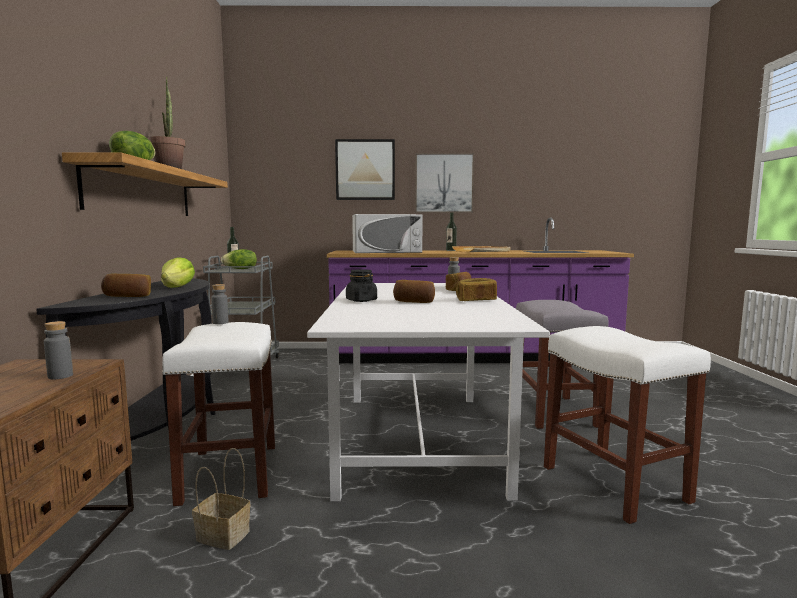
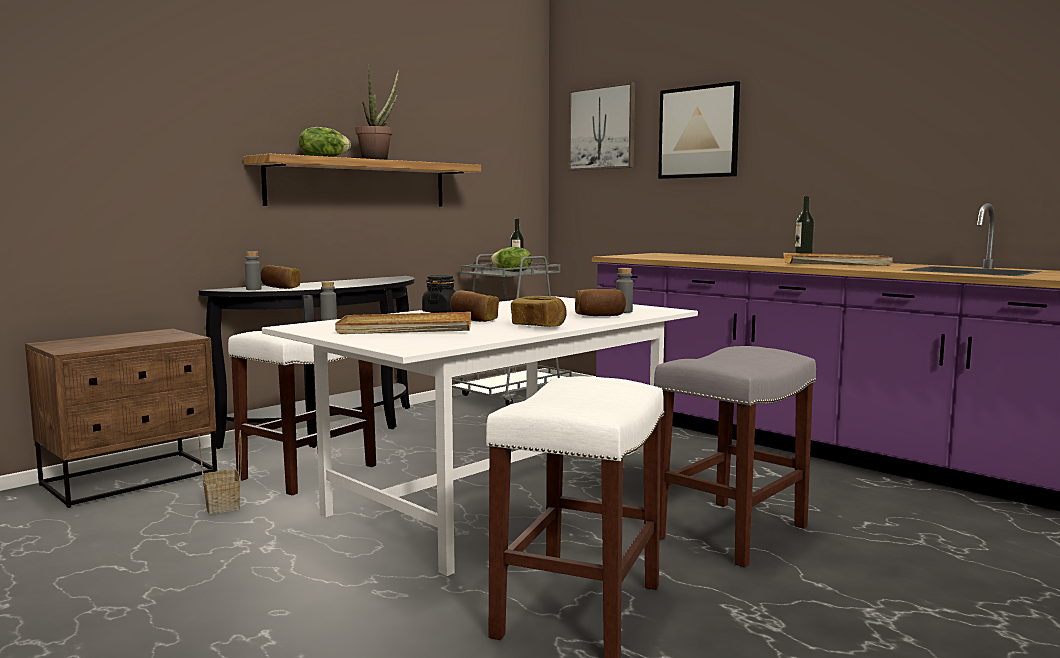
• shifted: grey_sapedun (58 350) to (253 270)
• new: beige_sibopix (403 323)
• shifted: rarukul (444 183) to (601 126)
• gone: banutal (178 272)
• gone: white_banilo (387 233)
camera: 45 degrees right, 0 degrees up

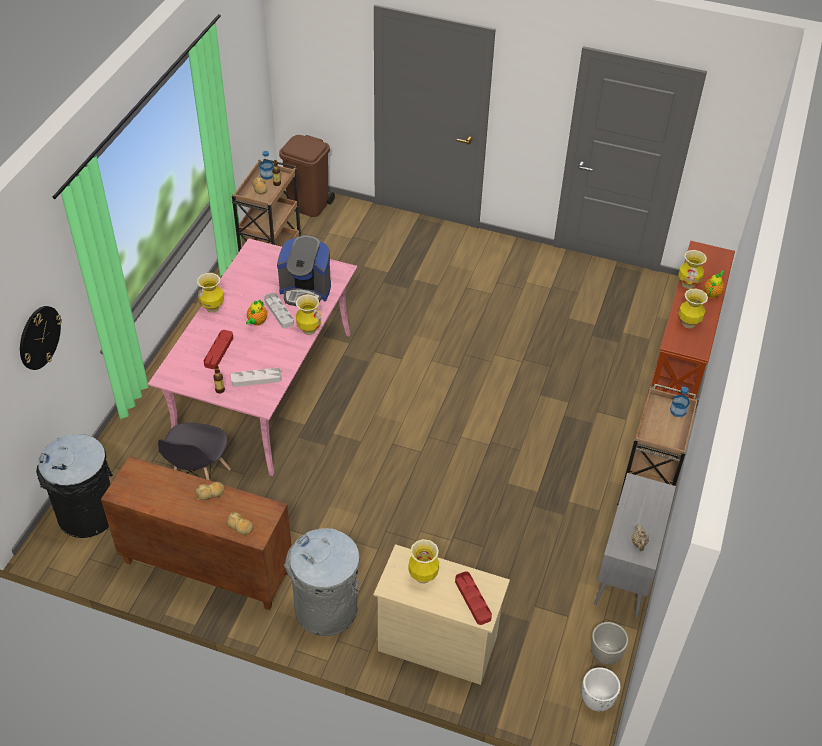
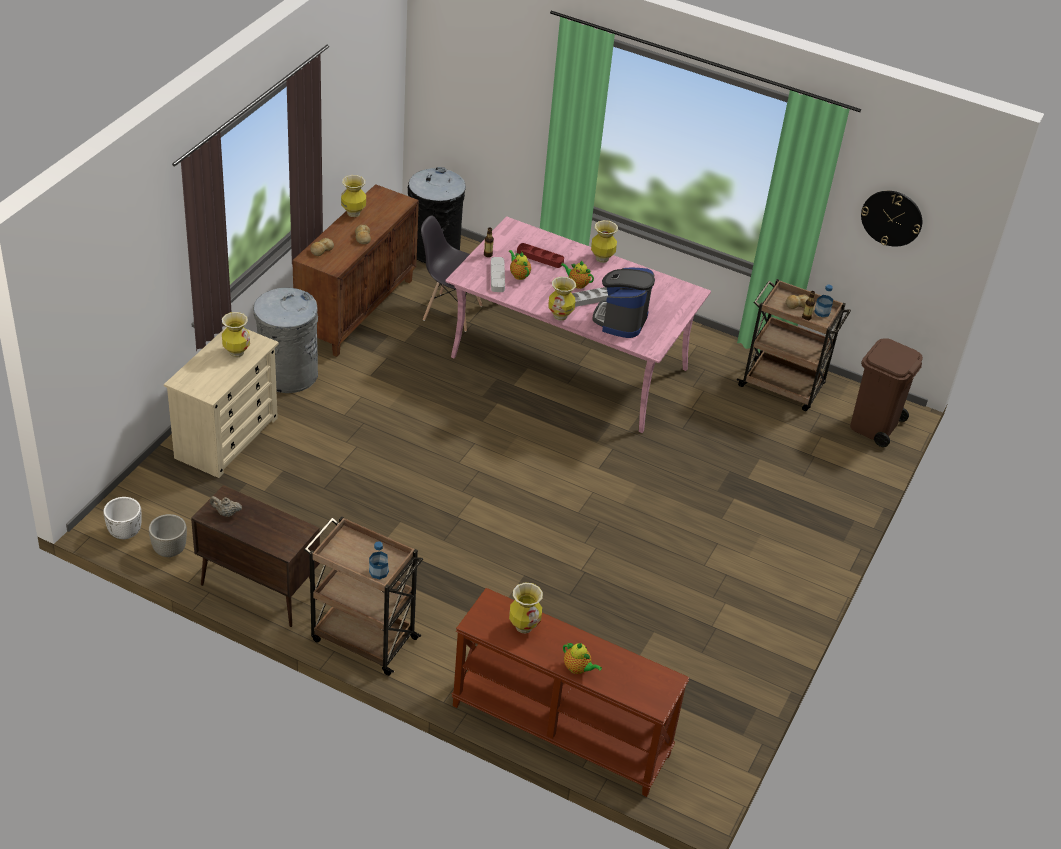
• repainted: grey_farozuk (635 545) to brown_farozuk (255 556)
• shifted: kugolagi (692 269) to (353 196)
• new: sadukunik (520 265)
• shifted: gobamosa (41 338) to (891 219)
• gone: red_sibopix (473 598)
camera: 95 degrees right, 5 degrees down

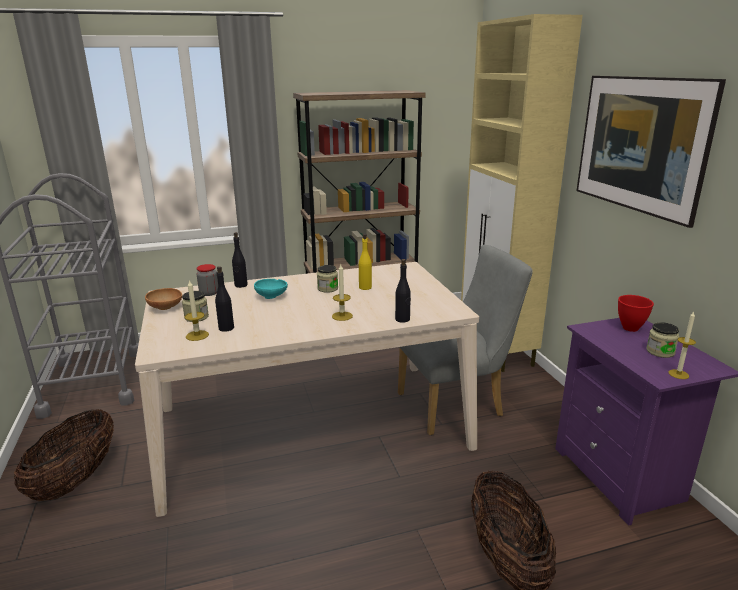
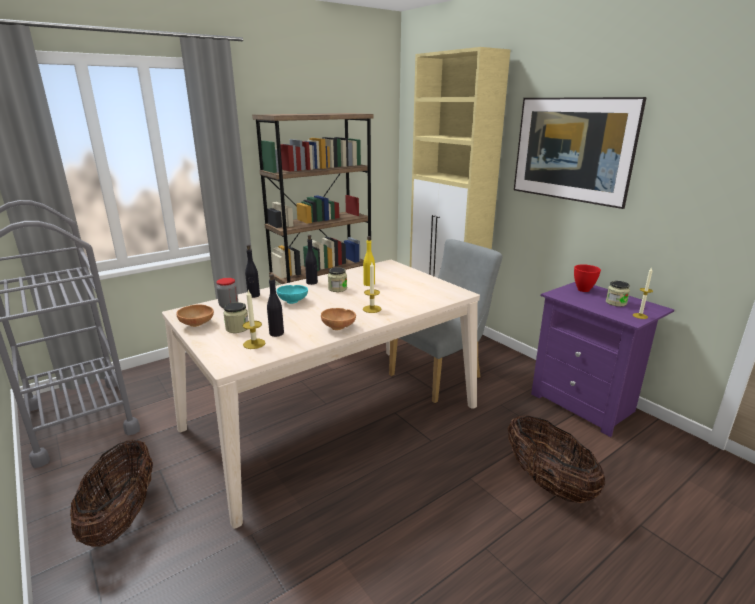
• shifted: black_sapedun (403 291) to (311 260)
• new: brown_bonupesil (338 319)
camera: 20 degrees left, 0 degrees up

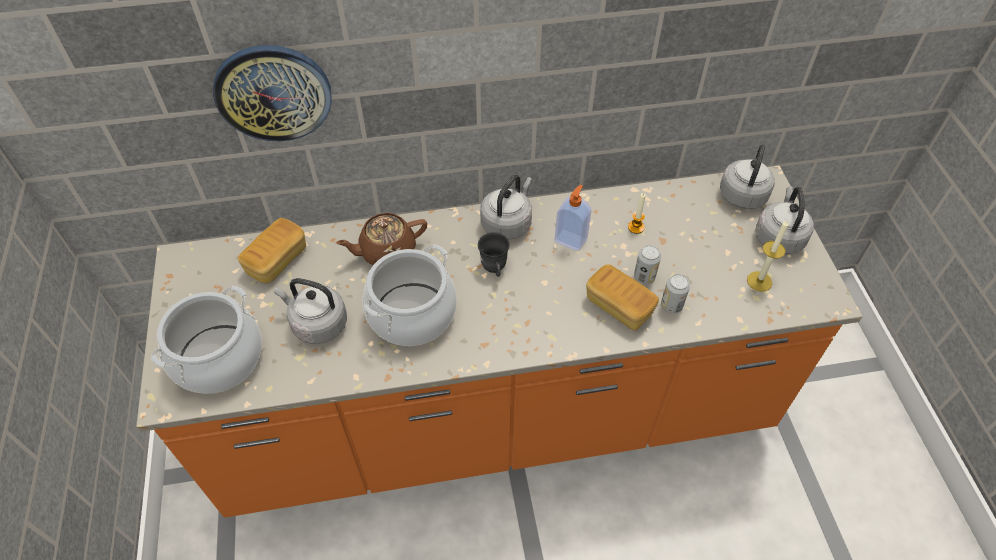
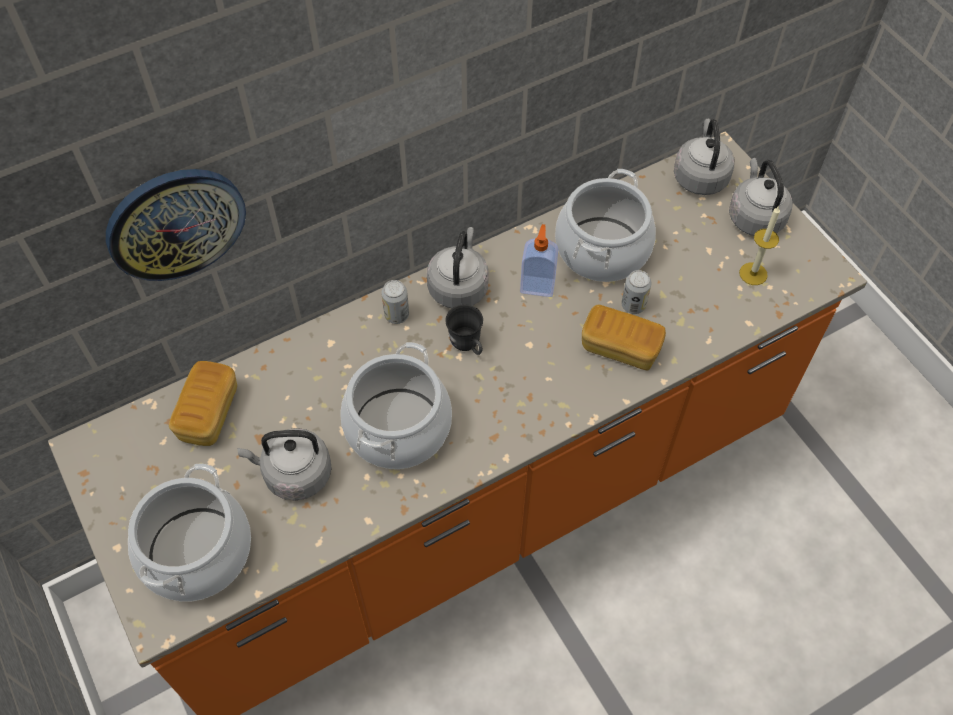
• shifted: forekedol (675 294) to (395 302)
• swapped: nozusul (637 213) to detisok (605 225)
• gone: brown_sadukunik (381 239)
camera: 20 degrees left, 5 degrees up

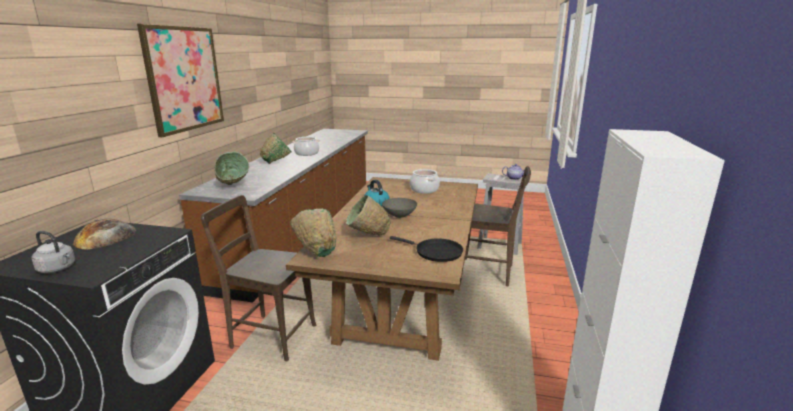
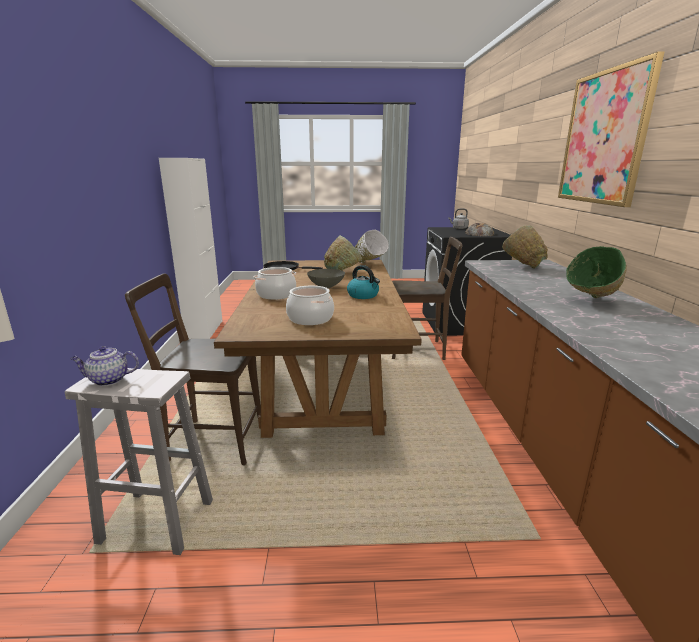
• shifted: detisok (306 146) to (275 283)
• repainted: green_bonupesil (313 233) to white_bonupesil (372 246)
camera: 165 degrees right, 0 degrees up

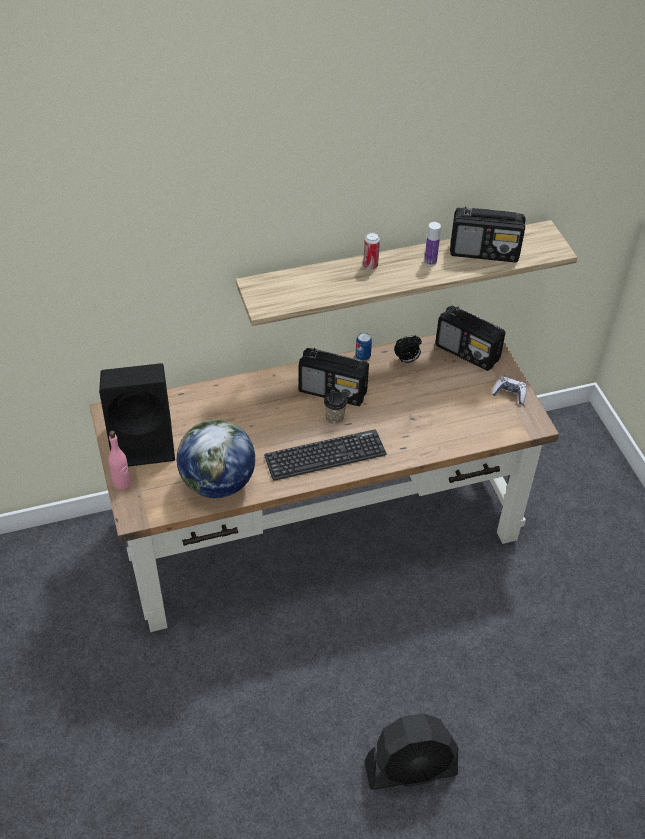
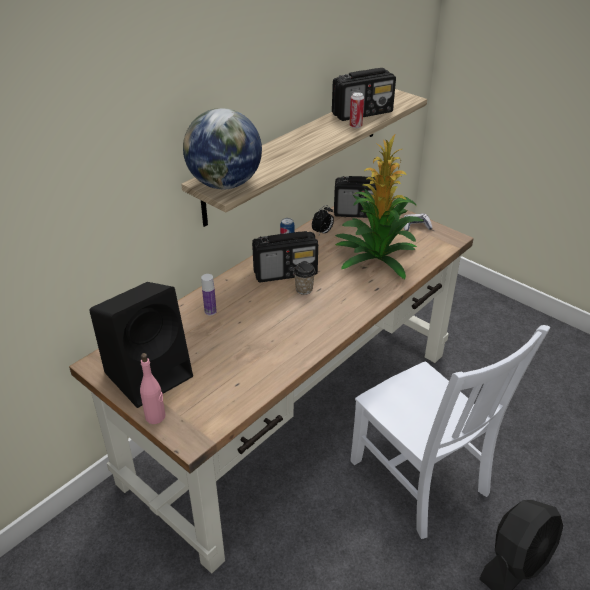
• shifted: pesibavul (216 458) to (222 148)
• shifted: sapedun (432 243) to (209 295)
• new: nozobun (379 207)
• shifted: forekedol (371 251) to (356 110)
• new: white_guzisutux (450 432)
• gone: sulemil (325 455)
camera: 30 degrees left, 10 degrees down

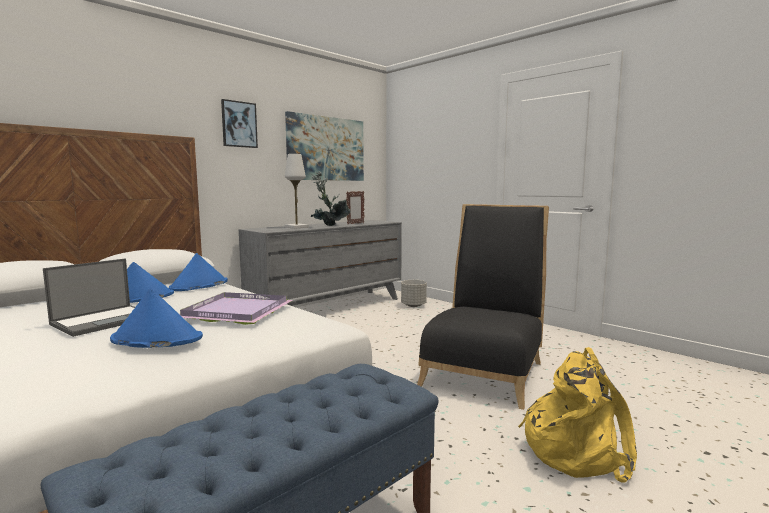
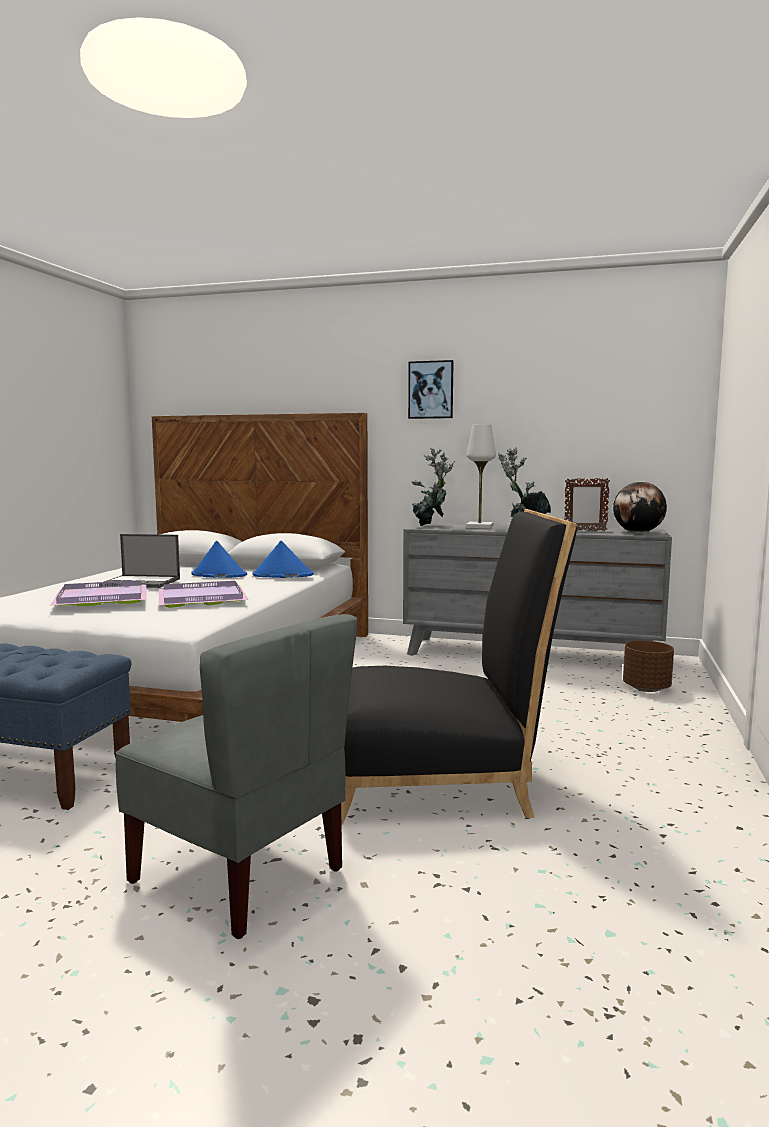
• swapped: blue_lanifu (156 318) to purple_sibopix (98 593)
• swapped: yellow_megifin (577 415) to grey_guzisutux (236 776)
• new: nozobun (433 486)
• new: pesibavul (640 507)
• repainted: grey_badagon (414 293) to brown_badagon (648 666)
• gone: rarukul (324 146)
camera: 60 degrees right, 0 degrees up

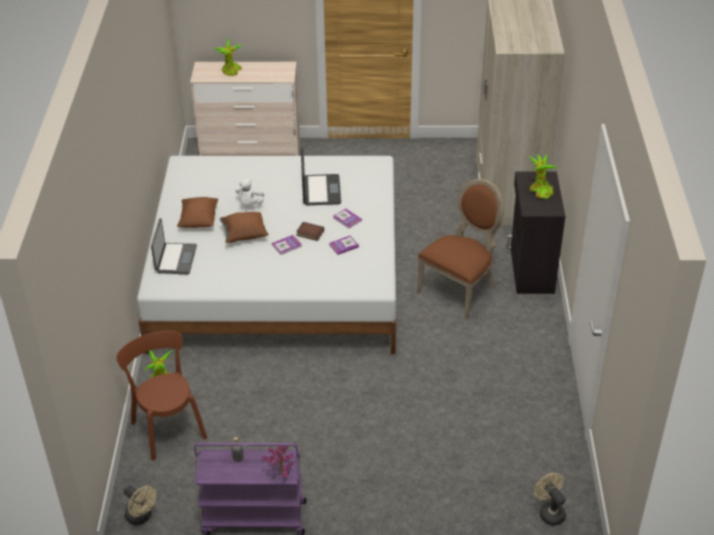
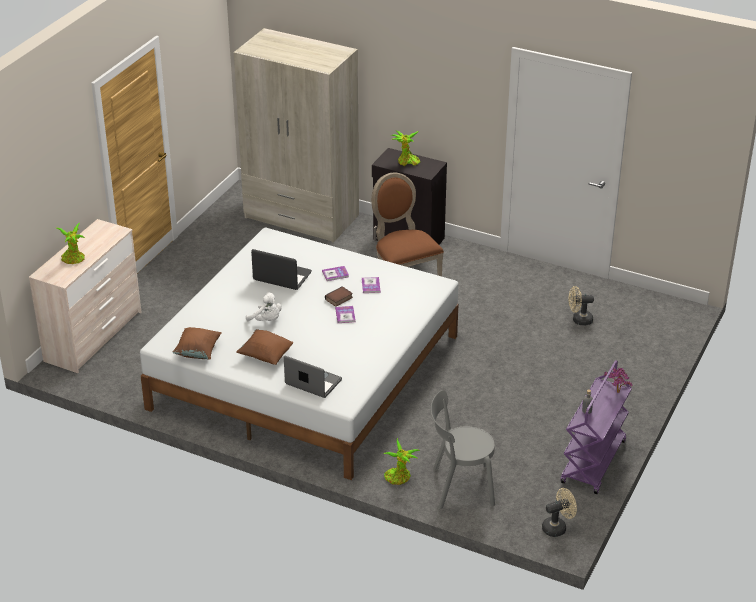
• shifted: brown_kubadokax (244 227) to (197 343)
• repainted: brown_guzisutux (161 396) to grey_guzisutux (463 449)
• shifted: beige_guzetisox (550 499) to (581 305)
camera: 65 degrees left, 5 degrees down

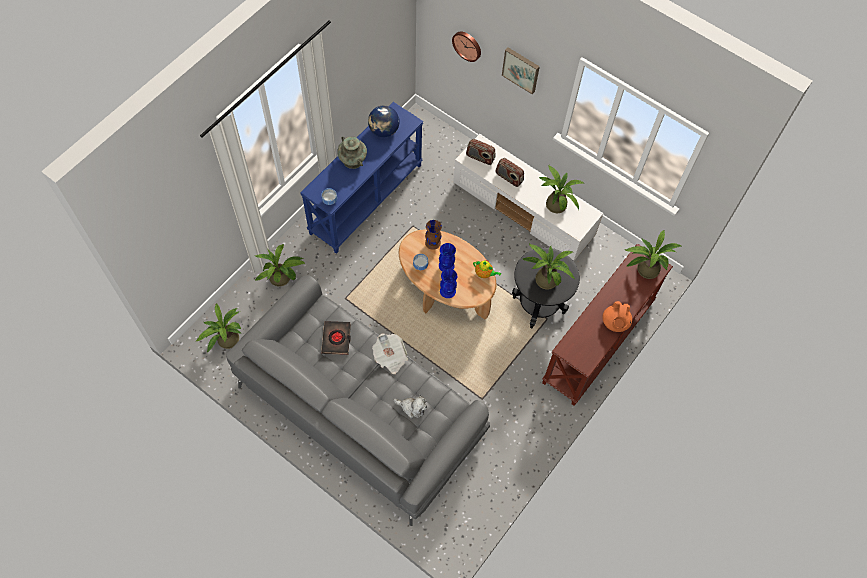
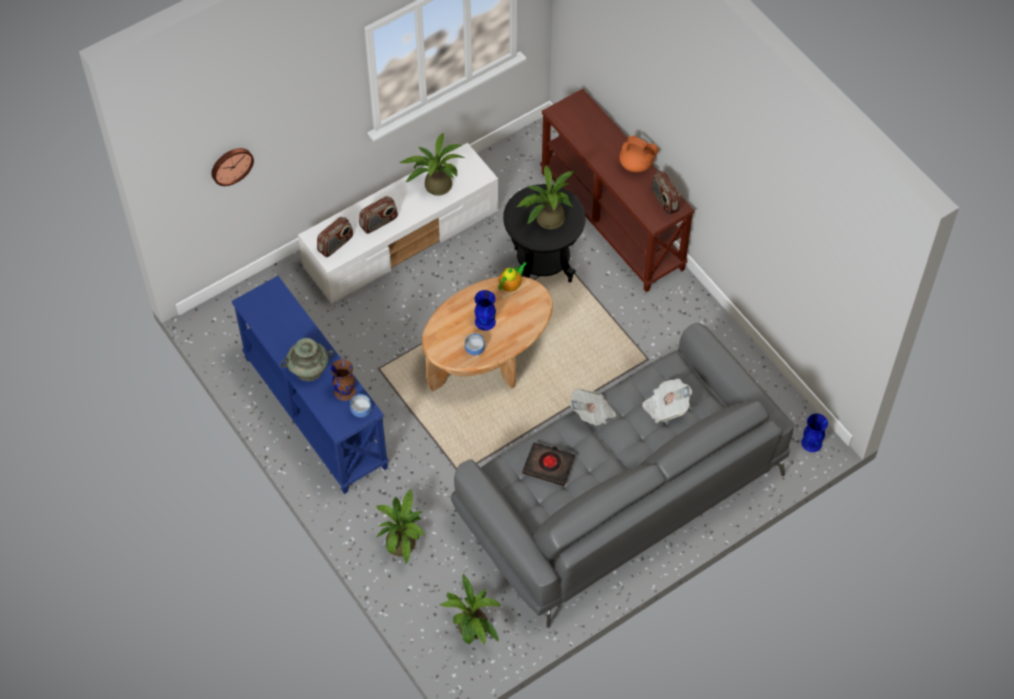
• shifted: brown_kugolagi (433 235) to (343 380)
• swapped: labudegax (410 407) to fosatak (667 401)
• new: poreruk (665 193)
• shifted: blue_kugolagi (448 283) to (814 432)
• gone: pesibavul (384 121)
• gone: rarukul (521 71)
• gone: nozobun (652 254)
camera: 70 degrees left, 5 degrees down

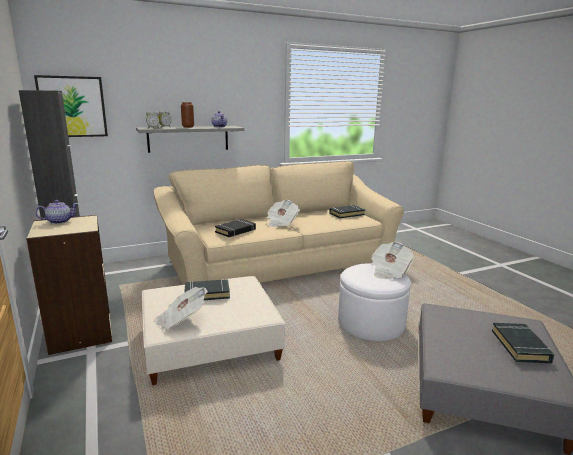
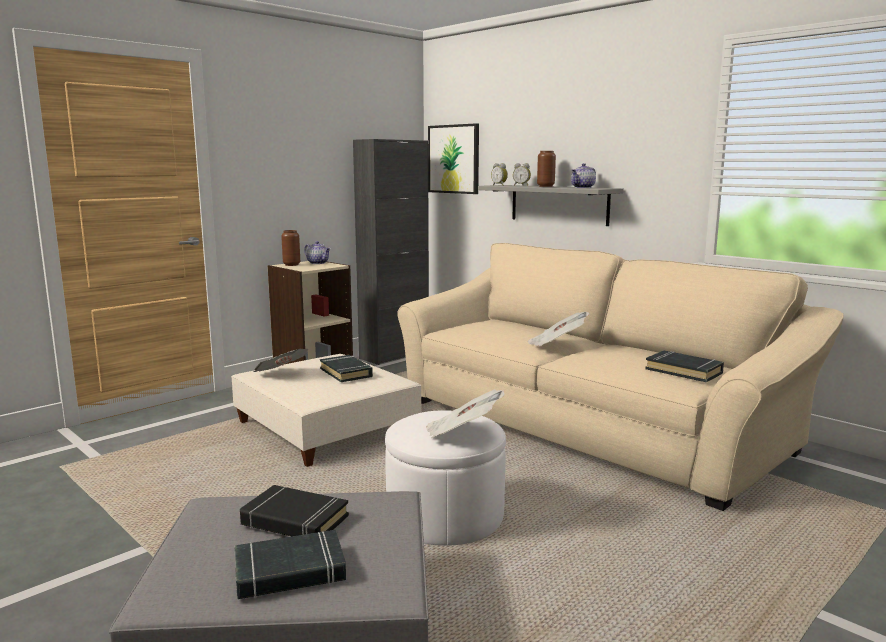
• shifted: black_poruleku (235 228) to (294 511)
• new: brown_kugolagi (290 248)
camera: 70 degrees right, 5 degrees down

